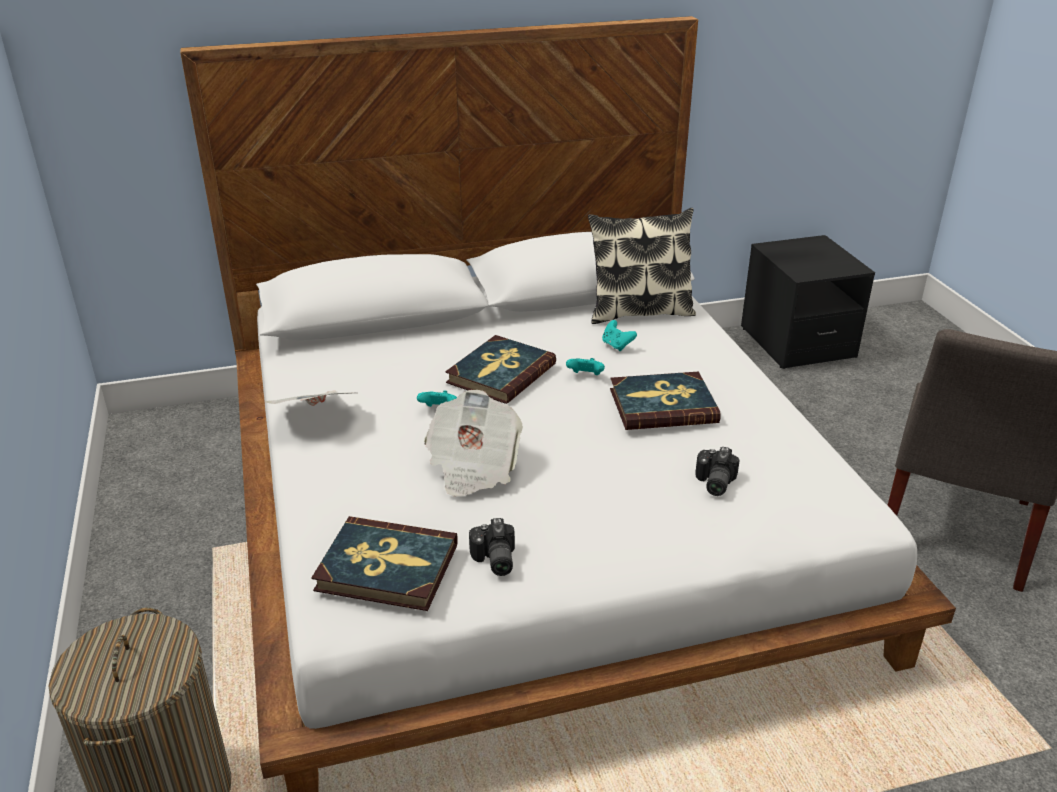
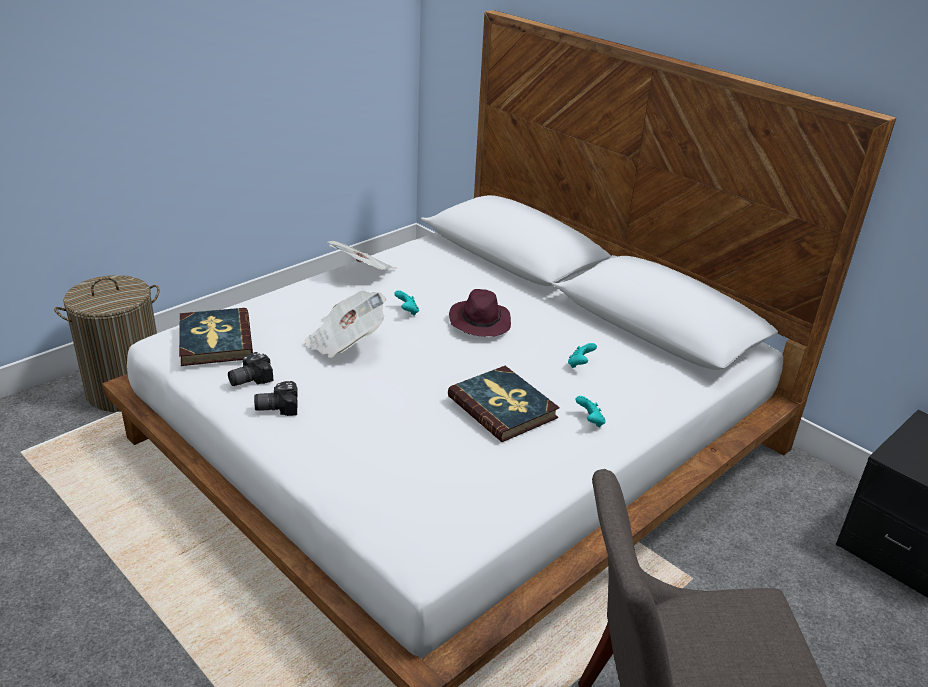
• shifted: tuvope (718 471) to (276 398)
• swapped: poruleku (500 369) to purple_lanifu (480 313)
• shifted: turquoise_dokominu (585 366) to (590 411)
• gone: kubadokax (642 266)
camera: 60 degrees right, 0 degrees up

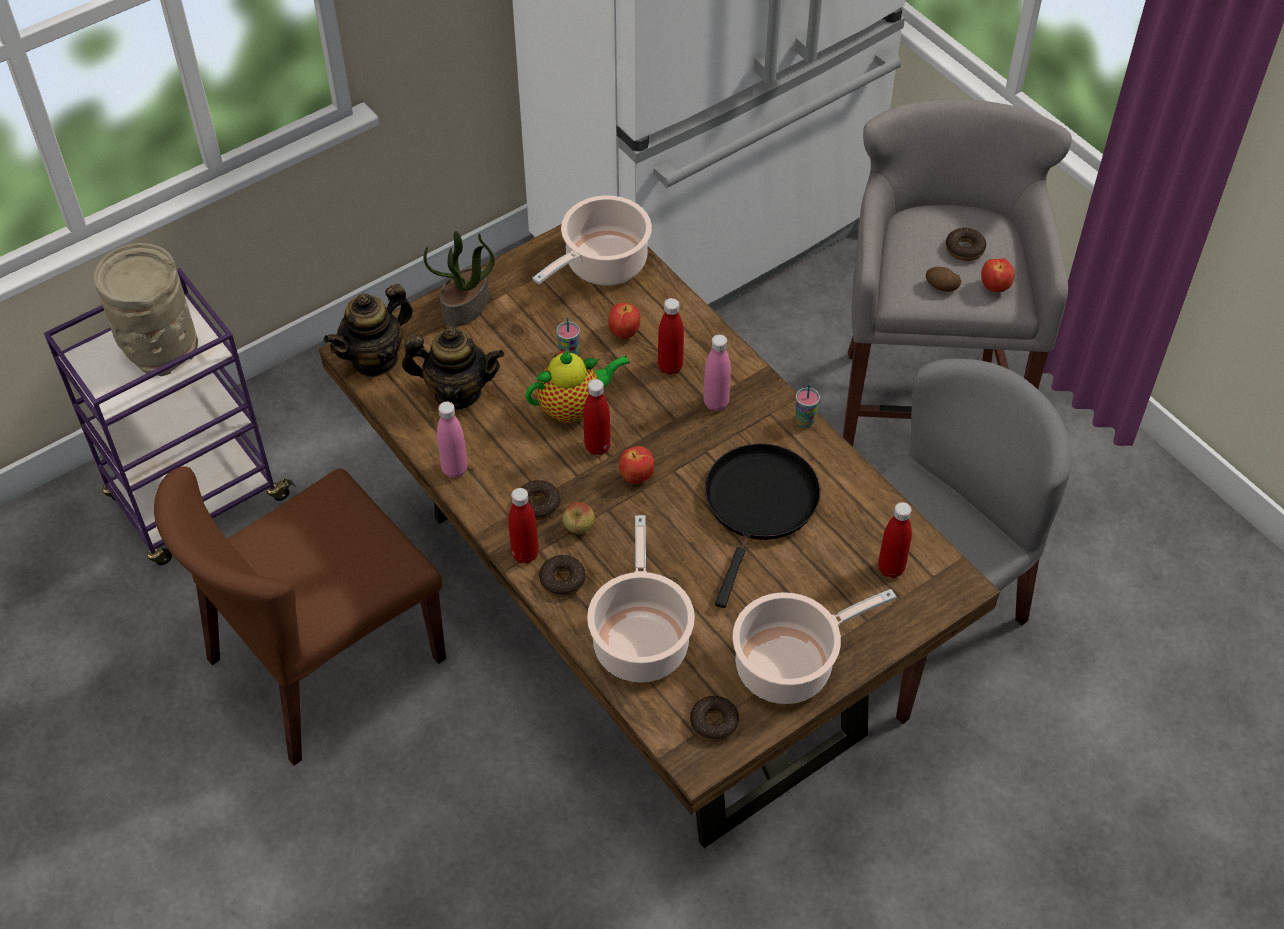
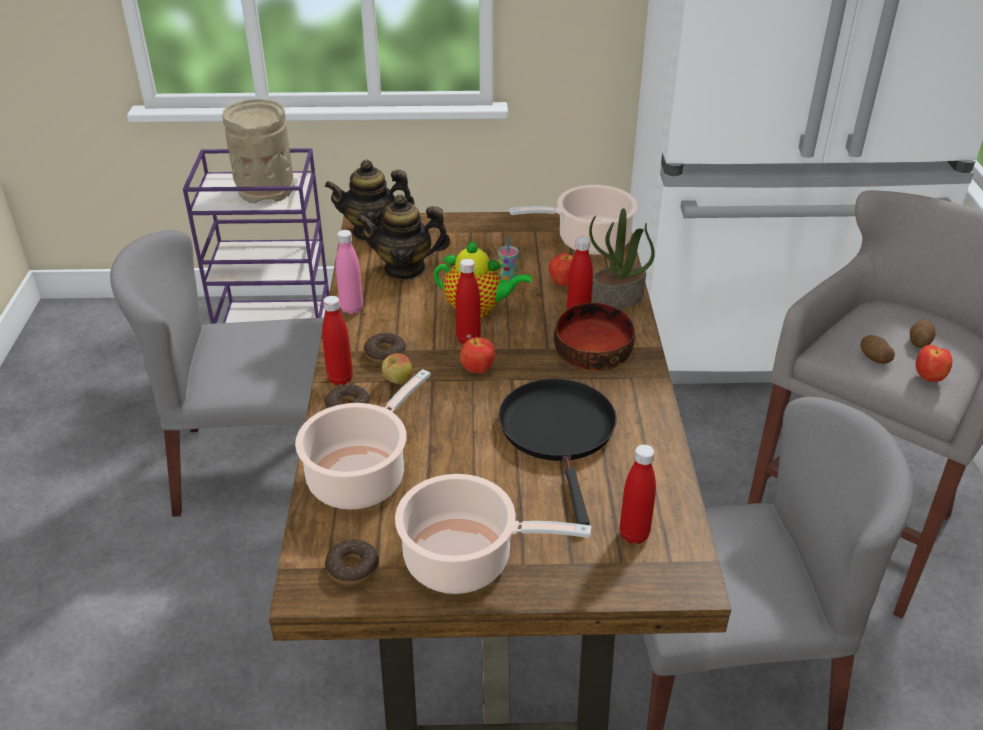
• repainted: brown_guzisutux (300 616) to grey_guzisutux (217 373)
• rotated: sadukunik (453 368) = (403 237) 135 degrees clockwise
• rotated: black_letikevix (762 525) = (557 452) 60 degrees counterclockwise
• swapped: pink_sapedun (717 373) to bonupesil (594 336)
• shifted: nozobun (459 279) to (622 258)
• swapped: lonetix (966 244) to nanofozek (923 334)
• gone: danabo (807 405)
camera: 35 degrees right, 15 degrees down

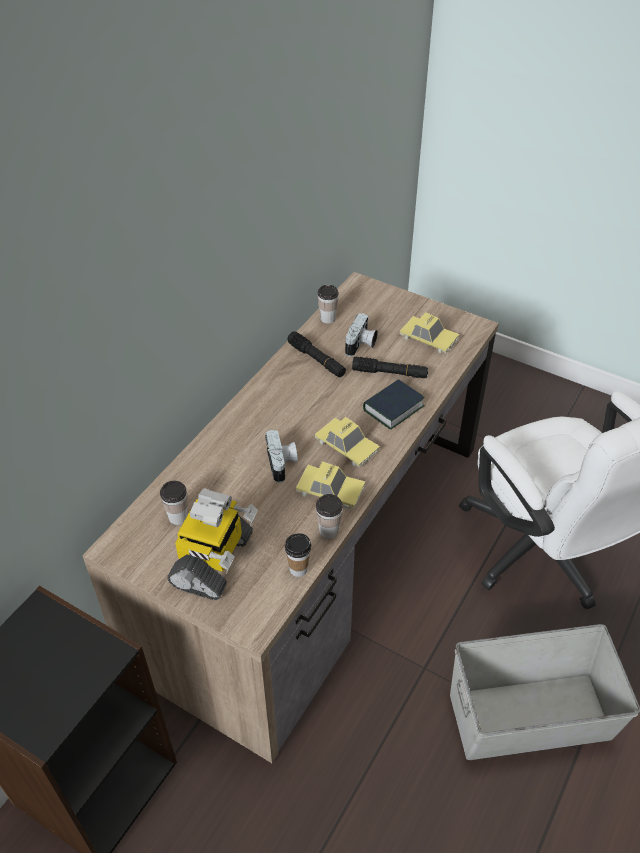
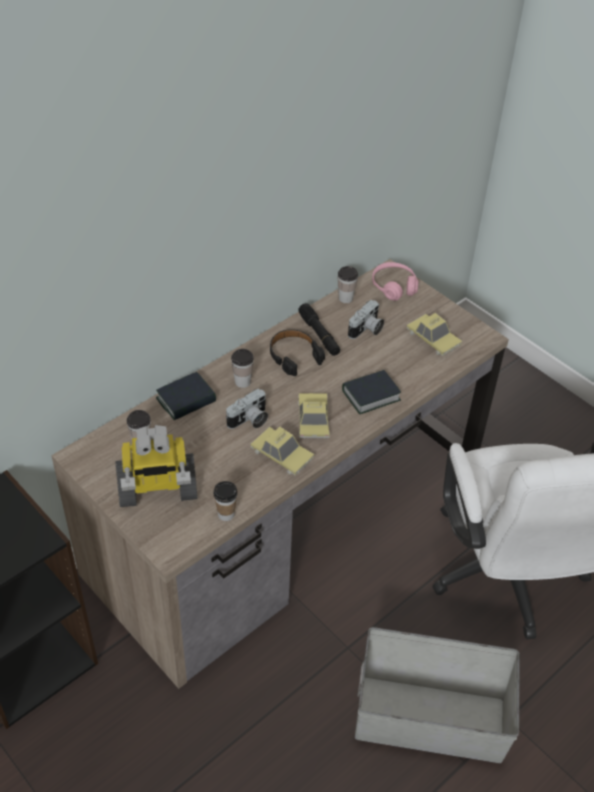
• rotated: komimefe (212 544) = (156 466) 45 degrees clockwise
• new: poruleku (186 396)
• rotated: tuvope (281 456) = (247 408) 45 degrees clockwise
• shifted: danabo (329 516) to (242 368)
• new: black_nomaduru (297 352)
• rotated: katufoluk (347 442) = (314 416) 150 degrees counterclockwise
• new: pink_nomaduru (395 281)
• gone: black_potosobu (390 367)
camera: 15 degrees right, 0 degrees up

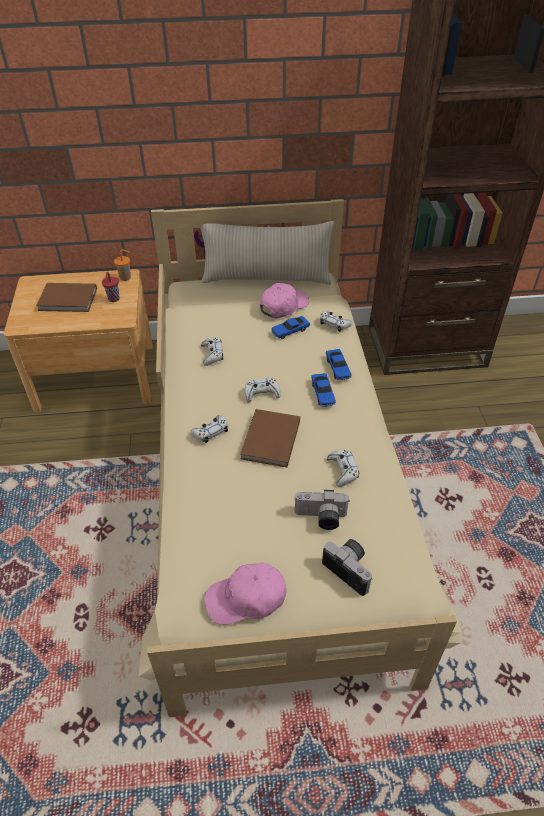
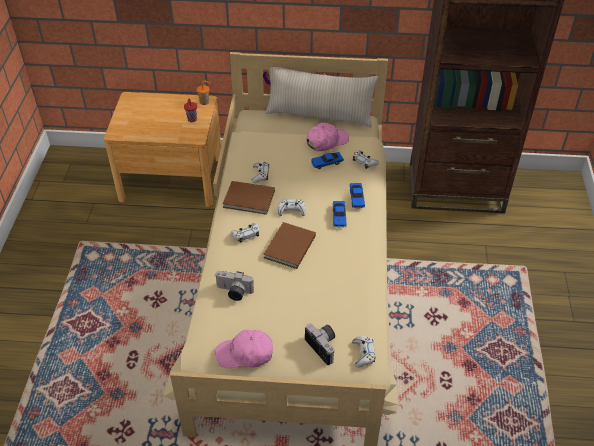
• shifted: tuvope (322 510) to (234 286)
• shifted: brown_poruleku (66 297) to (249 198)
• shifted: white_dokominu (343 468) to (364 352)
camera: 10 degrees right, 0 degrees up

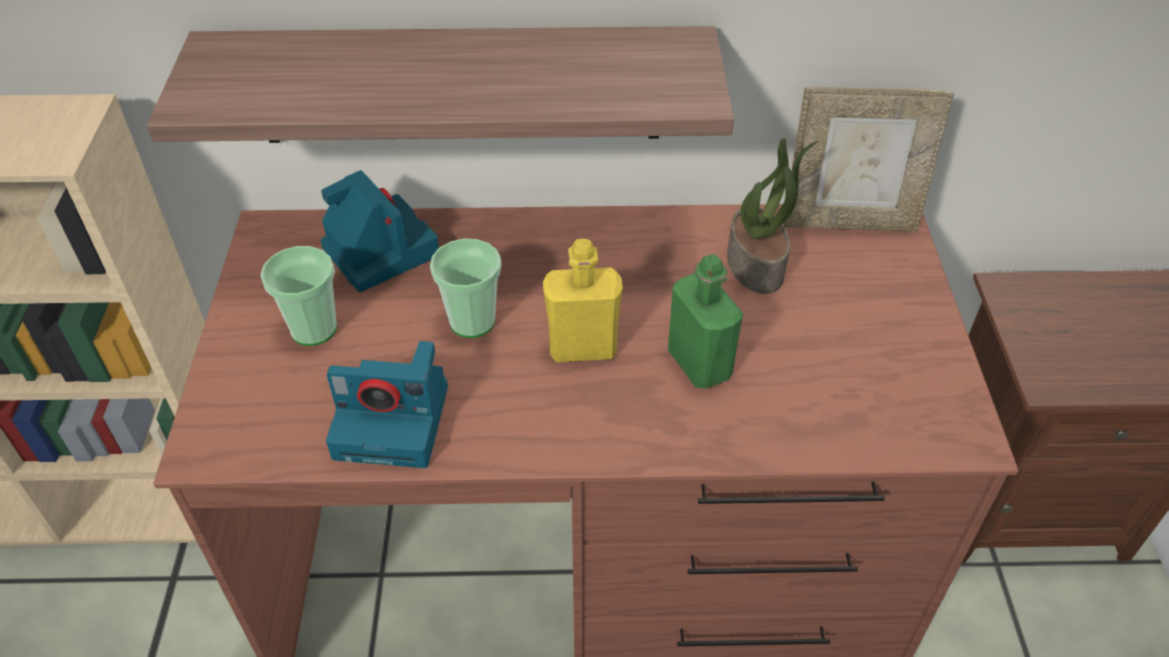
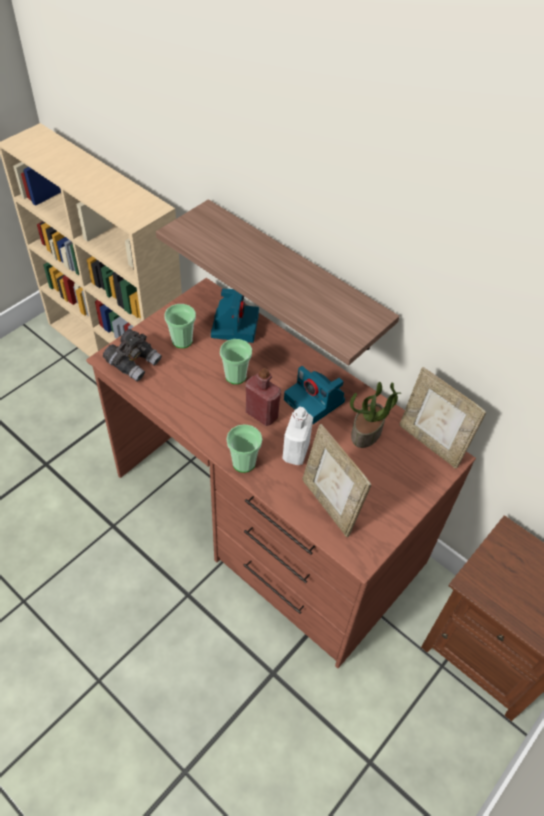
• new: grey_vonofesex (132 355)
• new: danabo (244 448)
• repainted: yellow_sapedun (583 300) to red_sapedun (263 397)
• repainted: green_sapedun (705 321) to white_sapedun (297 436)
• shifted: tuvope (387 404) to (314 395)
• new: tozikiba (336 480)
camera: 40 degrees right, 5 degrees up

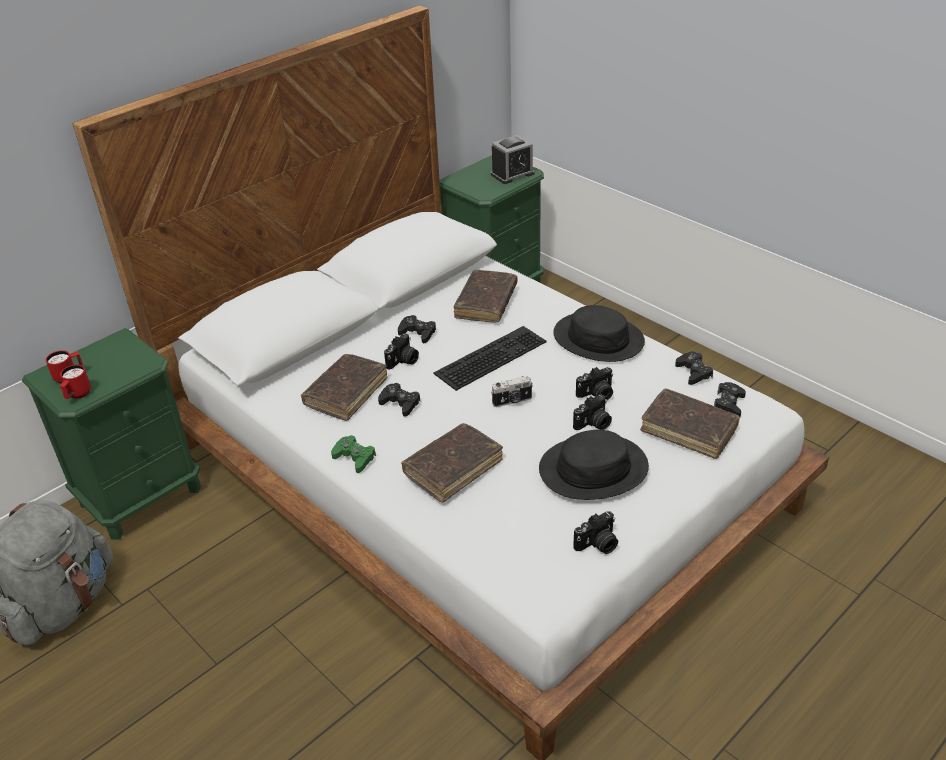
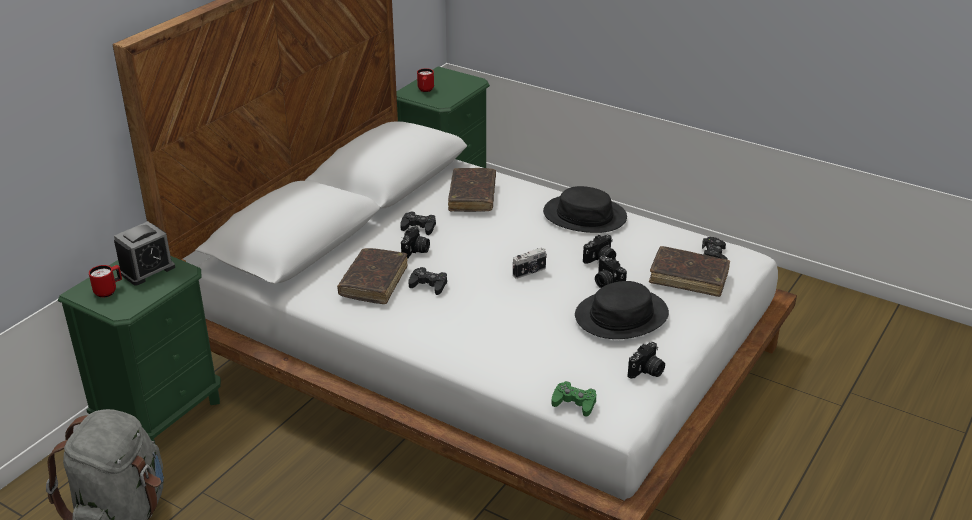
• shifted: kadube (512 159) to (144 253)
• shifted: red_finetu (75 382) to (425 80)
• shifted: green_dokominu (353 454) to (573 399)
• rotated: tuvope (592 412) = (611 271) 105 degrees clockwise
• gone: brown_poruleku (452 462)
• gone: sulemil (490 358)
• gone: black_dokominu (694 368)
camera: 15 degrees left, 5 degrees down

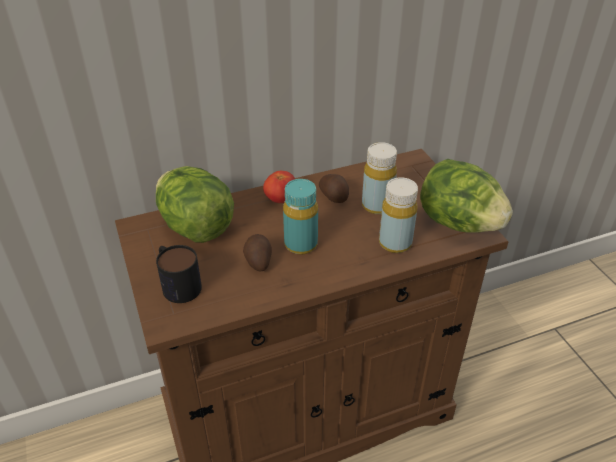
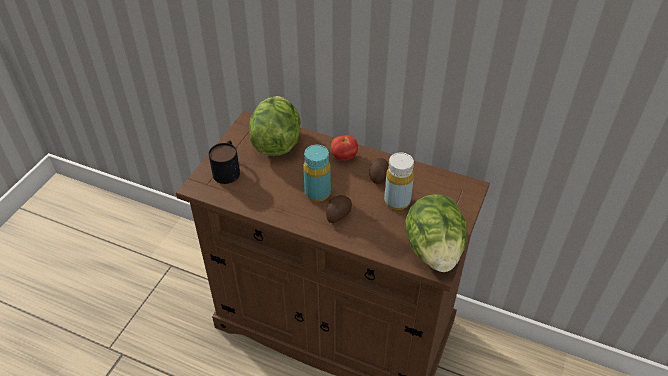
• shifted: nanofozek (257 253) to (339 209)
• gone: yellow_sapedun (398 215)
camera: 45 degrees right, 5 degrees up

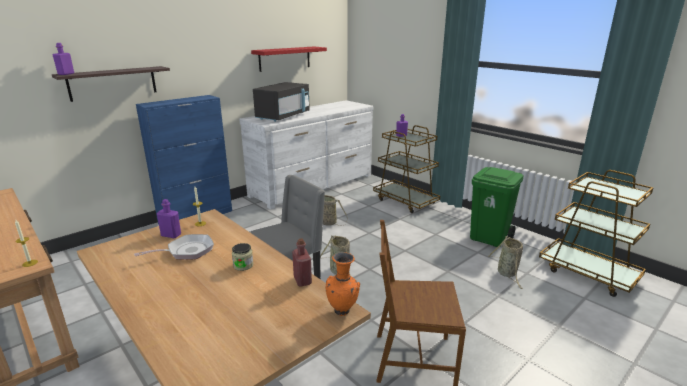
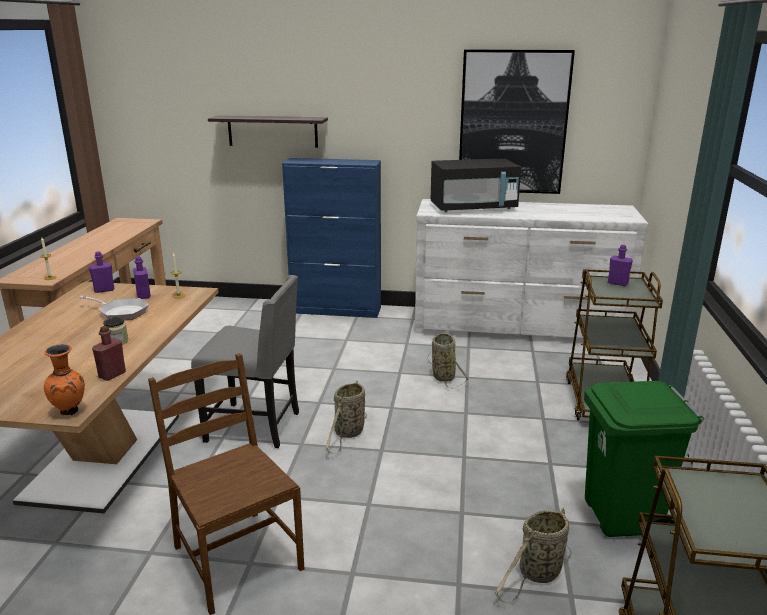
• shifted: purple_sapedun (63 59) to (102 272)
• swapped: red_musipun (289 59) to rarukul (517 122)
camera: 50 degrees right, 0 degrees up

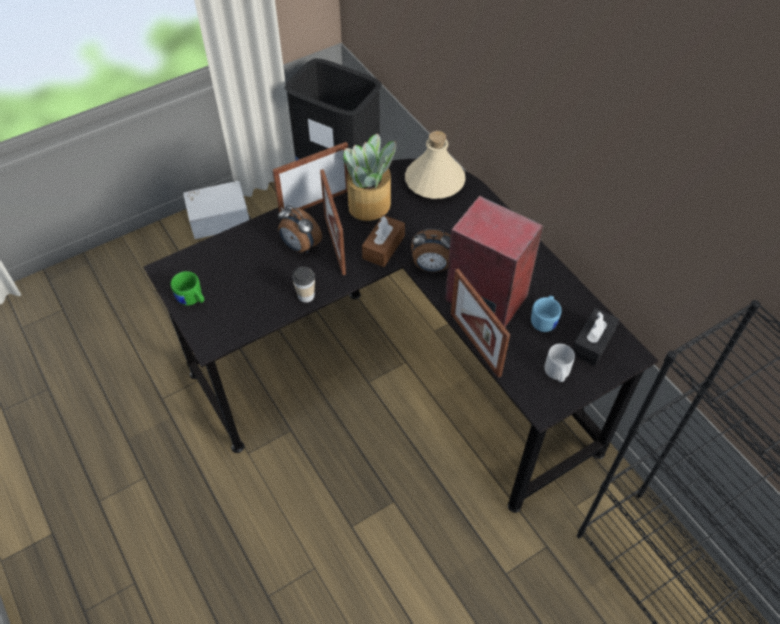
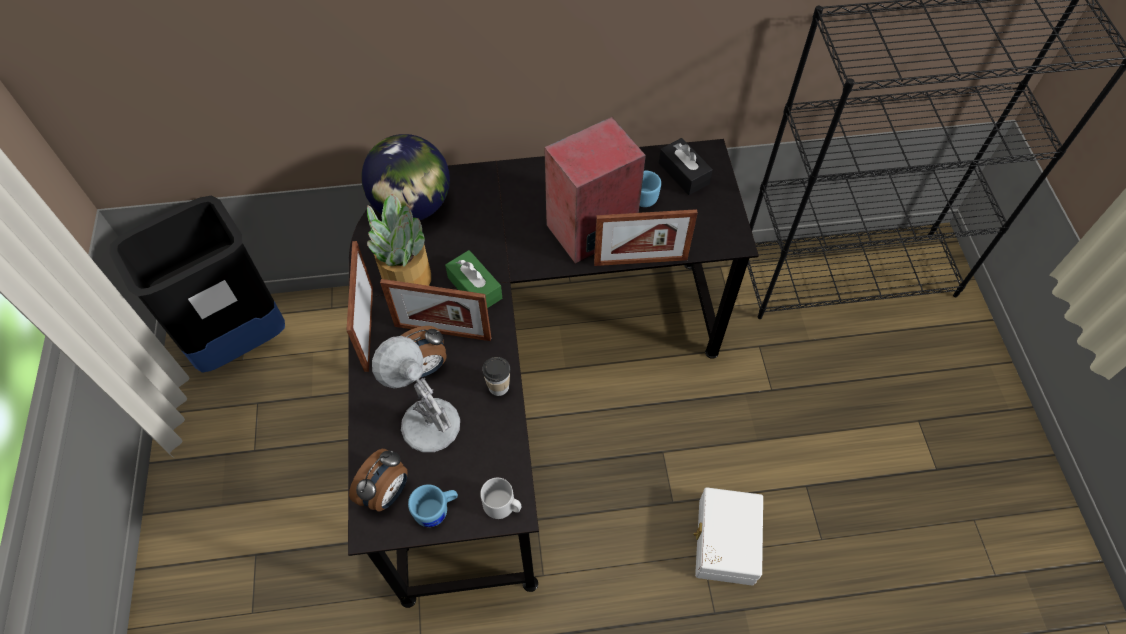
• shifted: kadube (431 250) to (378 480)
• swapped: beige_sapedun (435 165) to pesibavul (405 177)
• new: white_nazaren (416 394)
• repainted: green_finetu (187 288) to blue_finetu (433 505)
• repainted: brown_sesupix (383 241) to green_sesupix (473 279)
• shifted: grey_finetu (559 363) to (500 498)
• shifted: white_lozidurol (216 210) to (728 536)
camera: 65 degrees left, 5 degrees up

